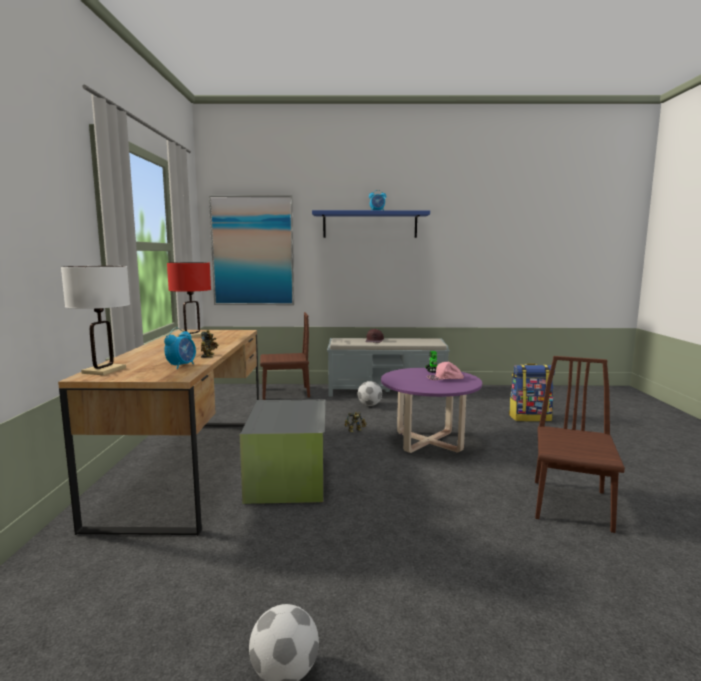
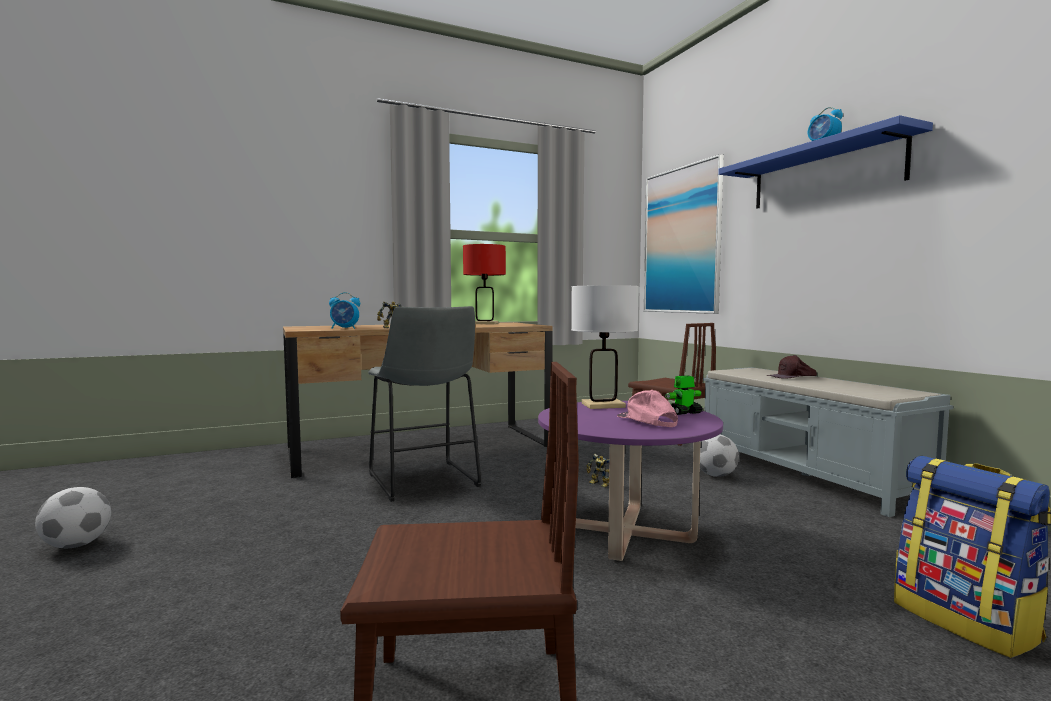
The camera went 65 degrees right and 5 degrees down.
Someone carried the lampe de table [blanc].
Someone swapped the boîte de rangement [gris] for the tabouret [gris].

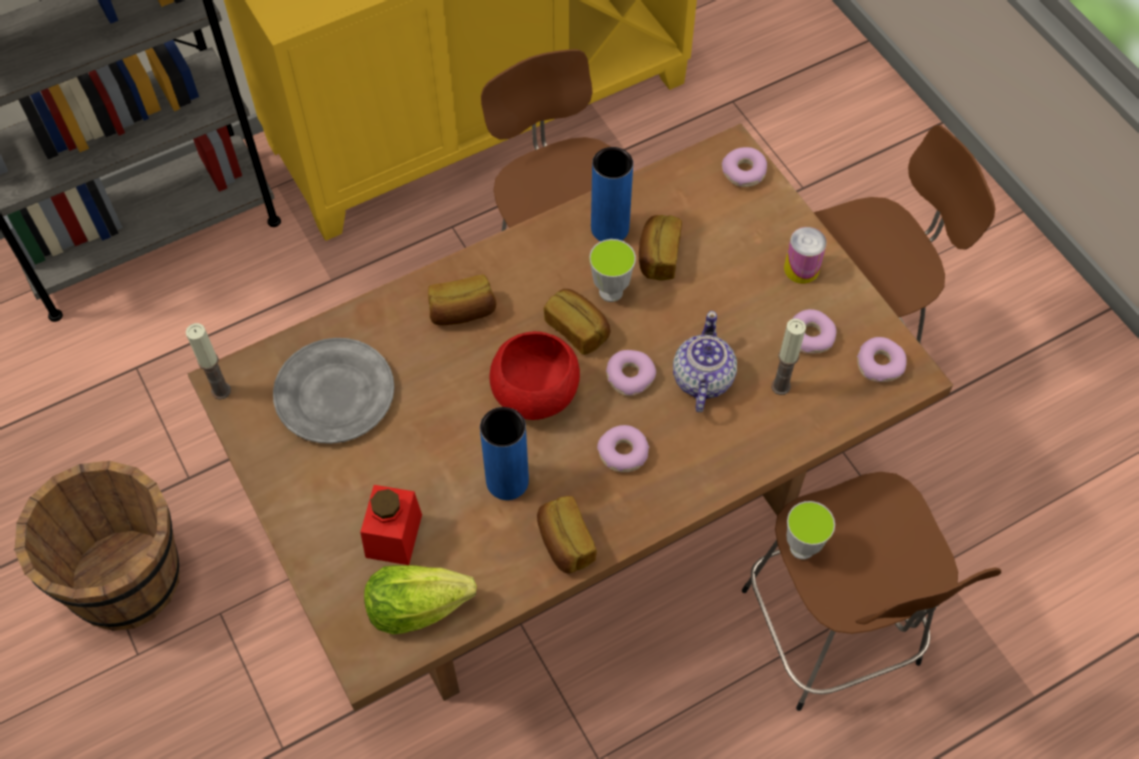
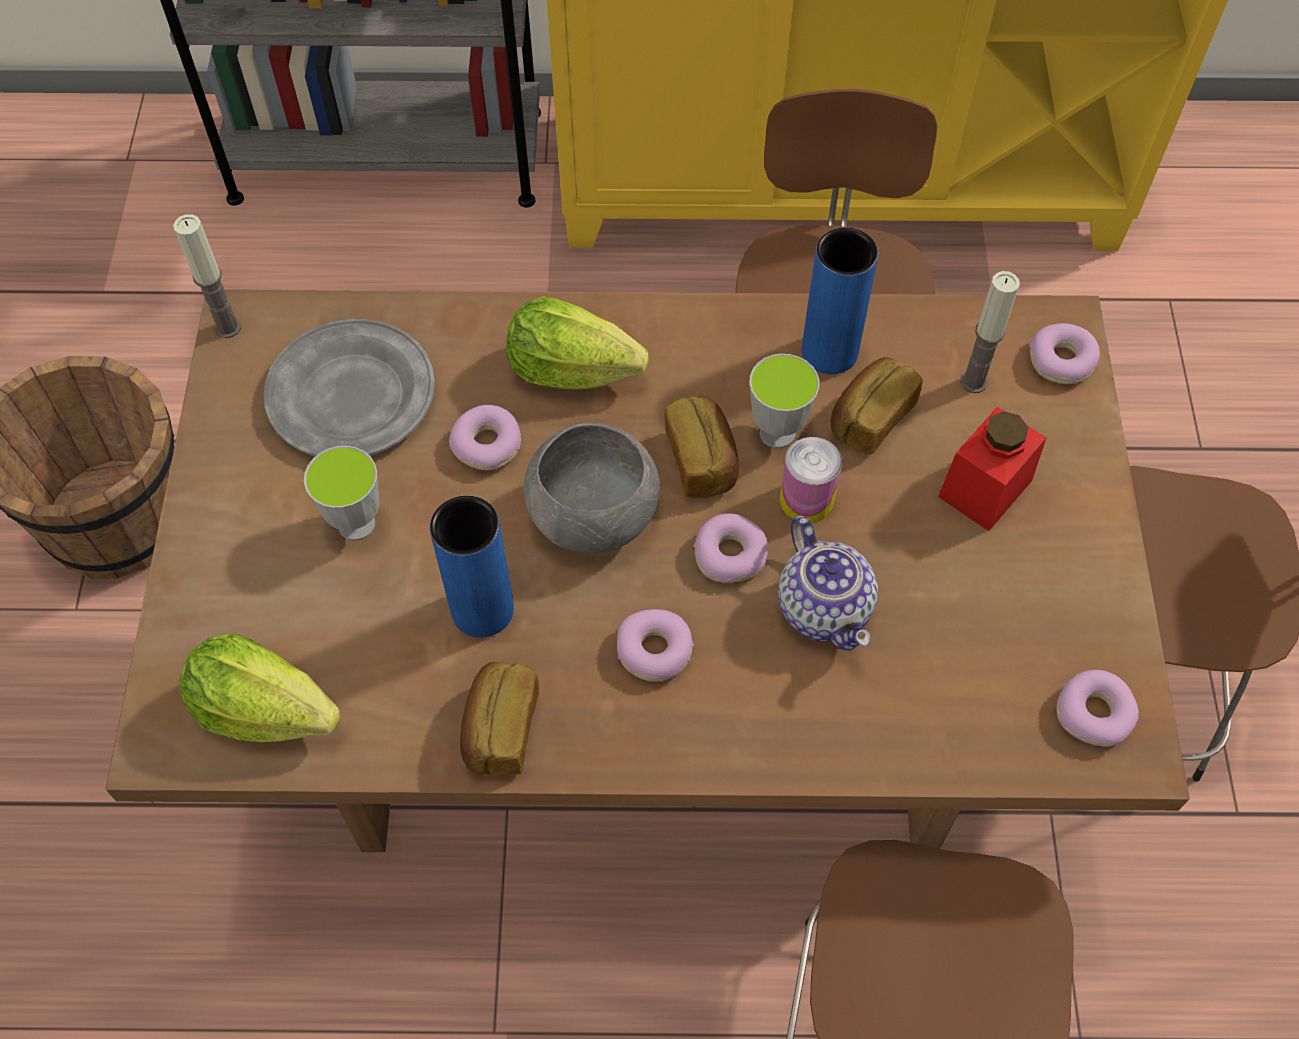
The camera went 30 degrees right and 0 degrees up.
Someone carried the bocal [rouge].
Someone swapped the pain (no. 1 from left) for the laitue (no. 2 from left).
Someone repainted the bol [rouge], which became the bol [gris].
Someone rotated the théière by 120 degrees clockwise.
Someone carried the bougie (no. 2 from left).
Someone carried the boîte métallique.
Someone carried the tasse (no. 2 from left in the first image).
Someone carried the beignet (no. 4 from left in the first image).

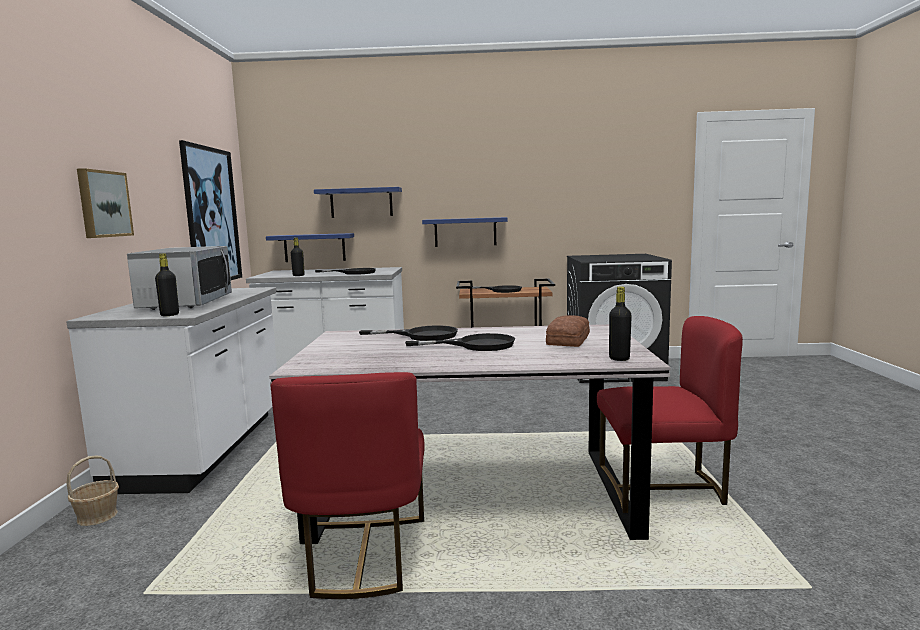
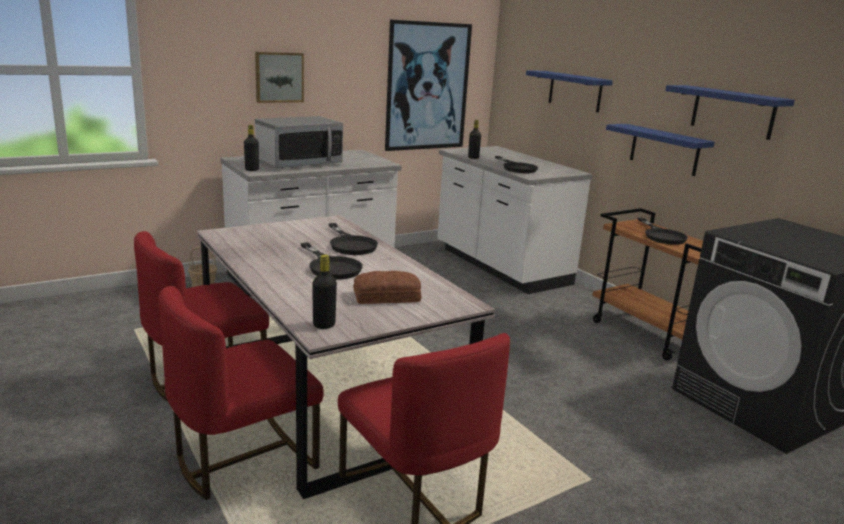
The camera went 55 degrees right and 10 degrees up.
Someone carried the étagère [bleu] (no. 1 from left in the first image).
Someone put down the chaise [rouge] (no. 2 from left).

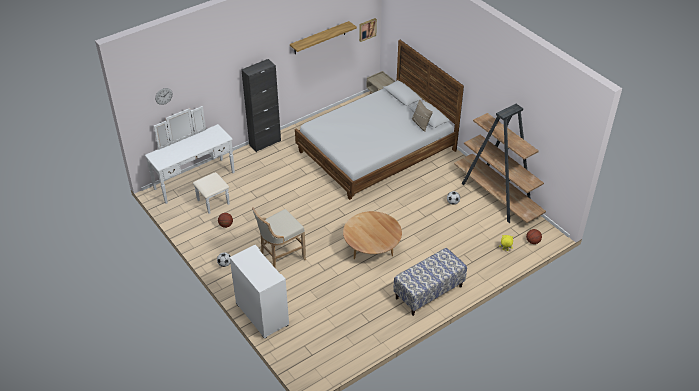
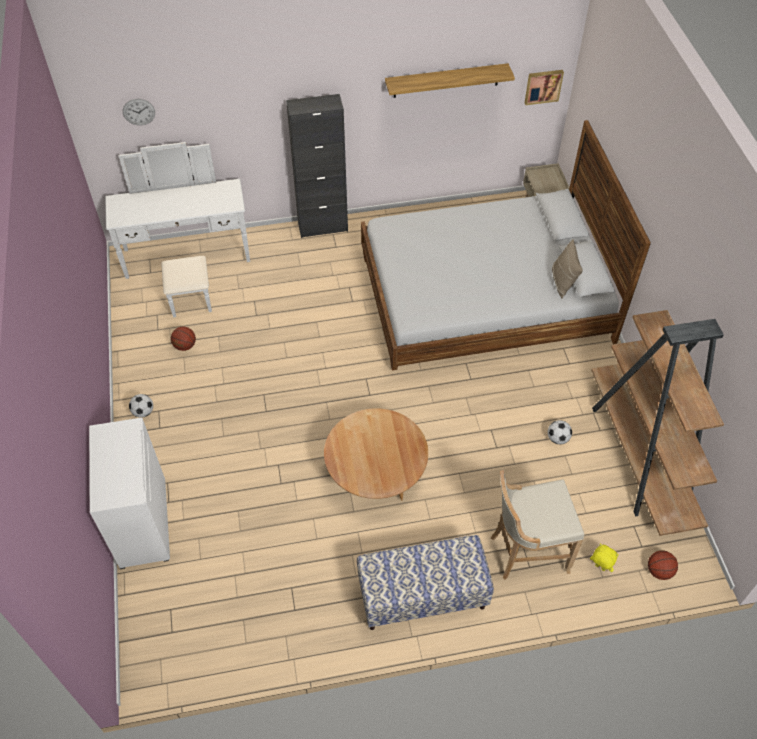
The camera went 25 degrees right and 10 degrees up.
Someone carried the tabouret [beige].

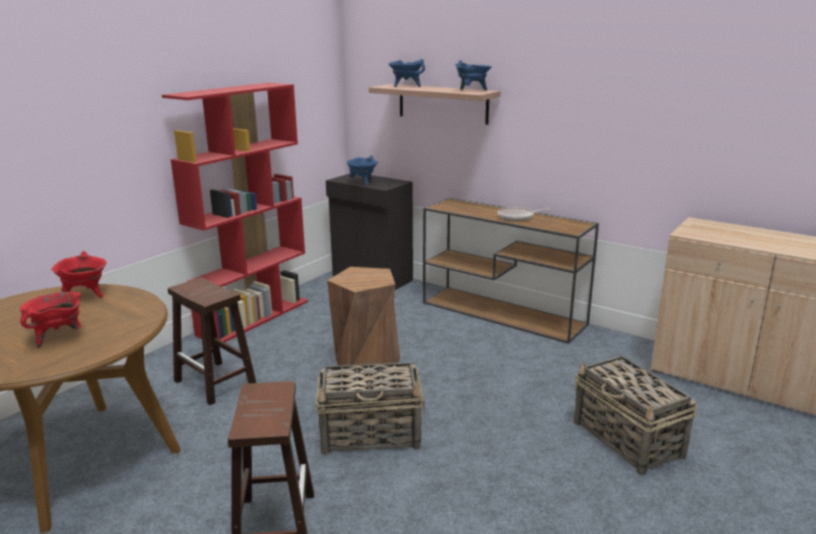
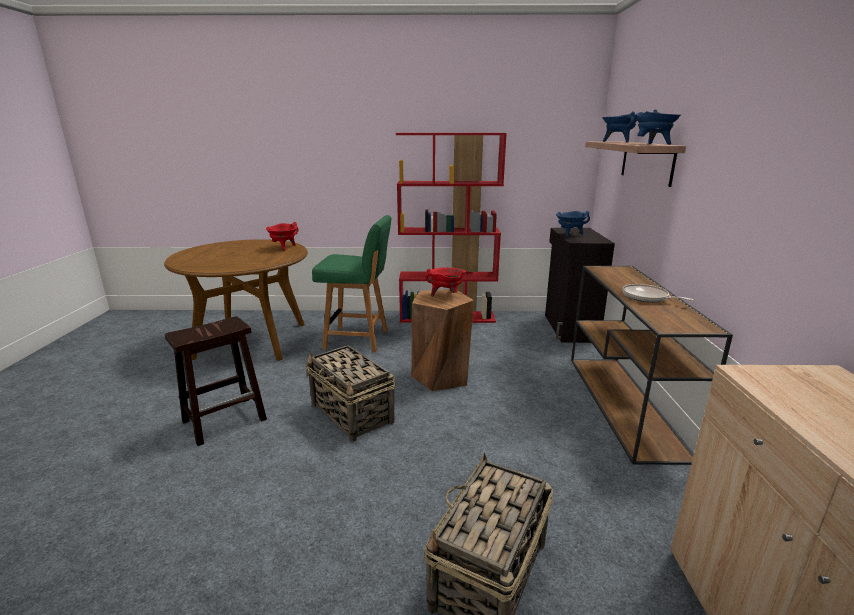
The camera went 55 degrees right and 0 degrees up.
Someone carried the marmite [rouge] (no. 1 from left in the first image).
Someone swapped the tabouret [marron] (no. 1 from left) for the chaise [vert].

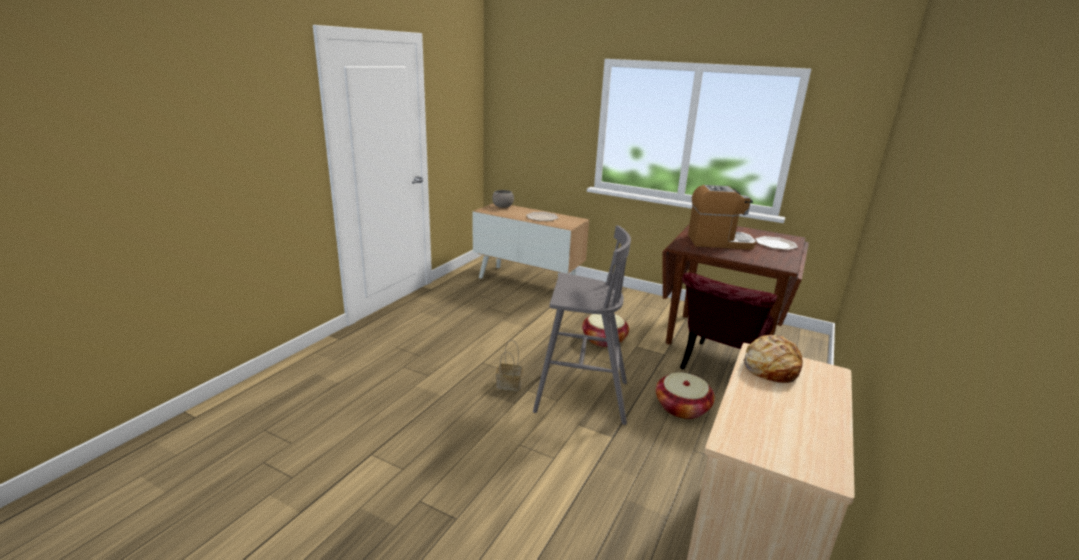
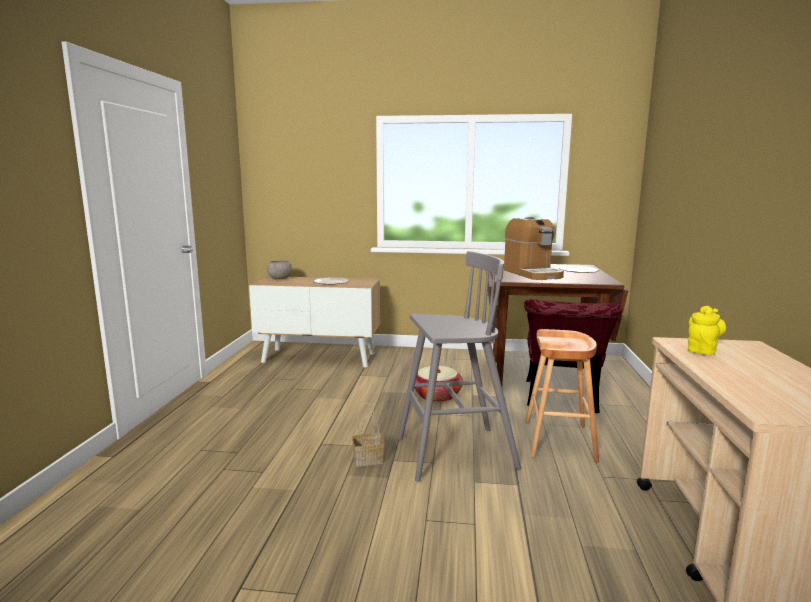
The camera went 20 degrees left and 10 degrees down.
Someone swapped the panier (no. 3 from left) for the tabouret [marron].
Someone rotated the machine à café by 90 degrees clockwise.
Someone swapped the pain for the théière [jaune].

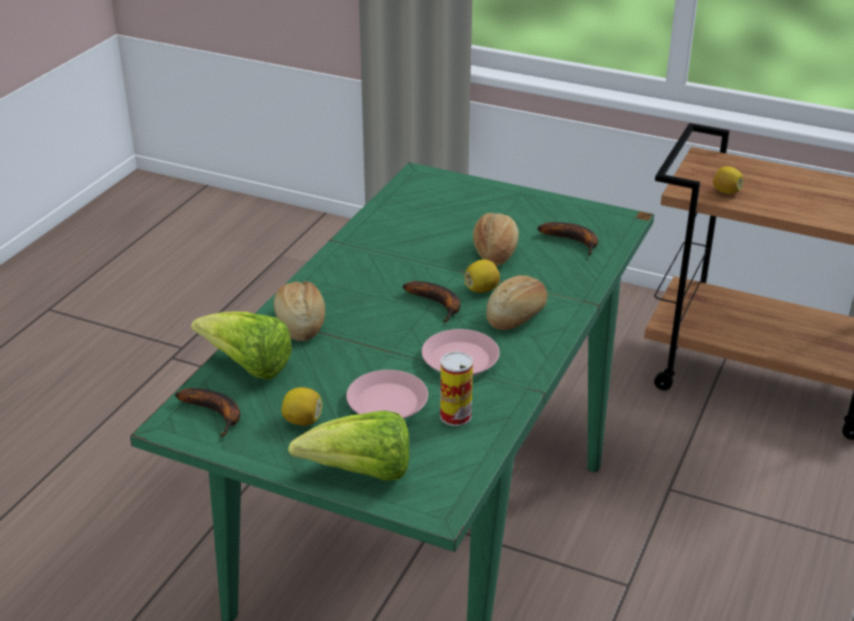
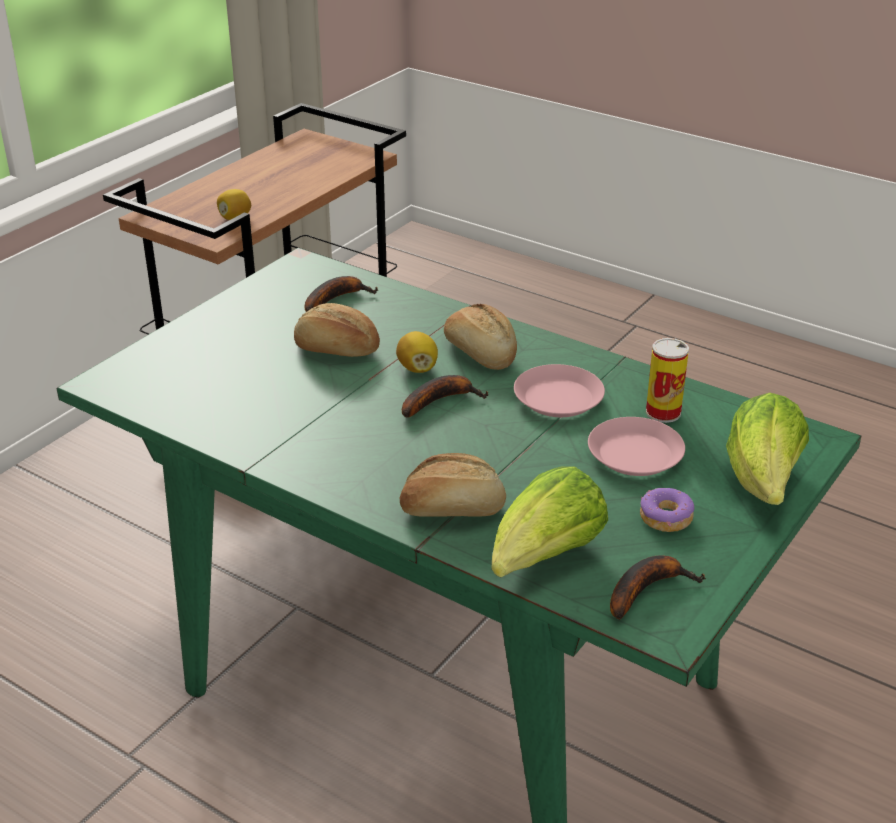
The camera went 80 degrees left and 0 degrees up.
Someone swapped the citron (no. 1 from left) for the beignet.

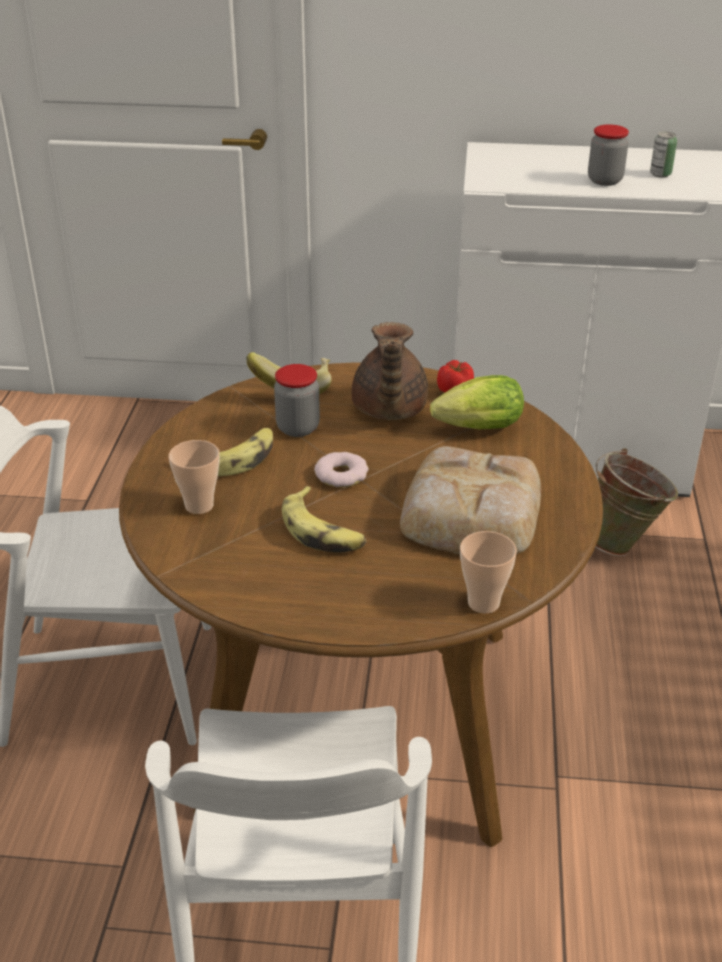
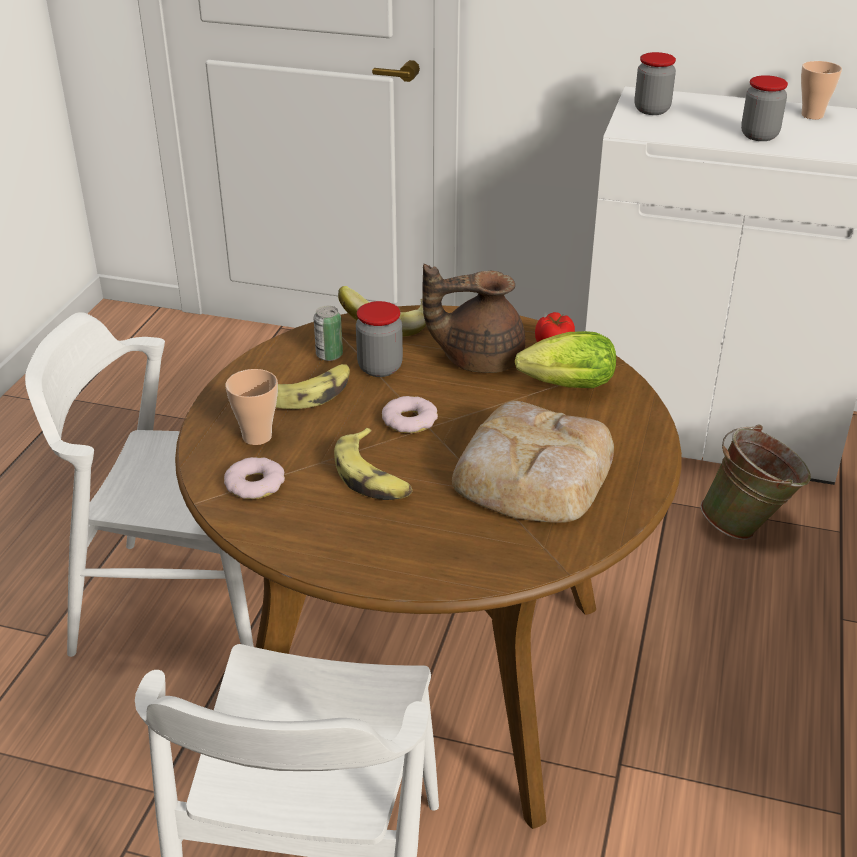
The camera went 10 degrees right and 0 degrees up.
Someone rotated the théière [marron] by 75 degrees clockwise.
Someone carried the tasse (no. 2 from left).
Someone carried the boîte métallique.
Someone put down the beignet (no. 1 from left).
Someone put down the bocal (no. 2 from left).

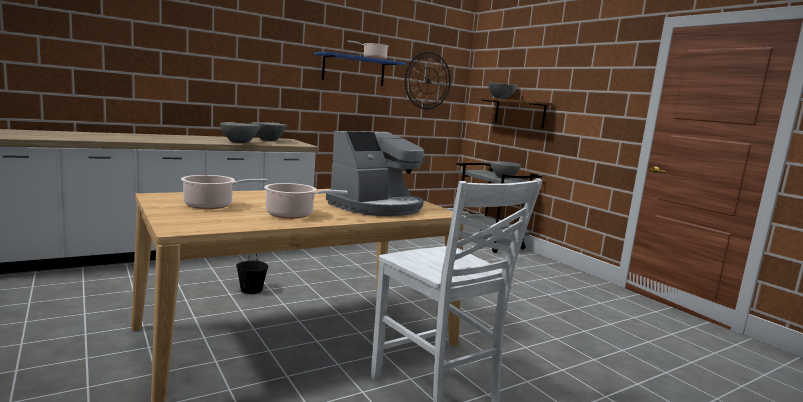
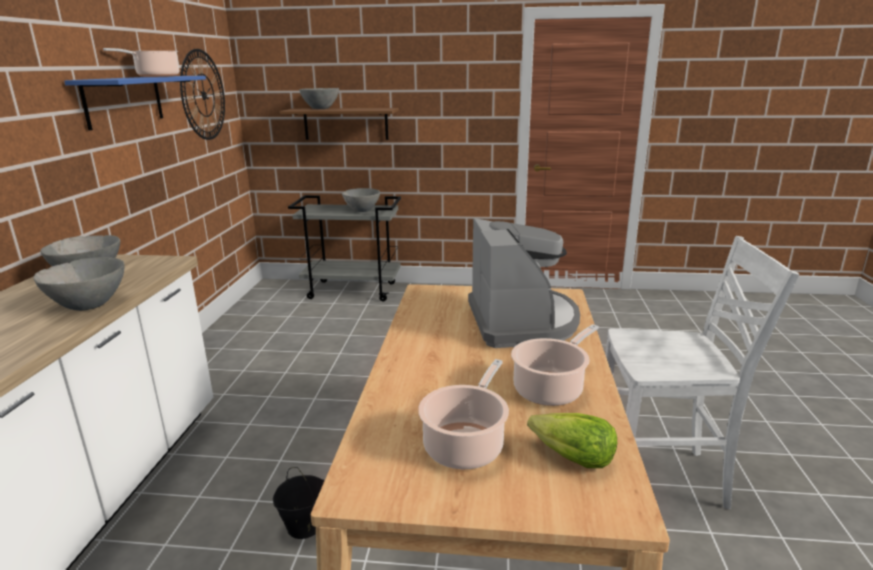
The camera went 50 degrees left and 10 degrees up.
Someone put down the laitue.

